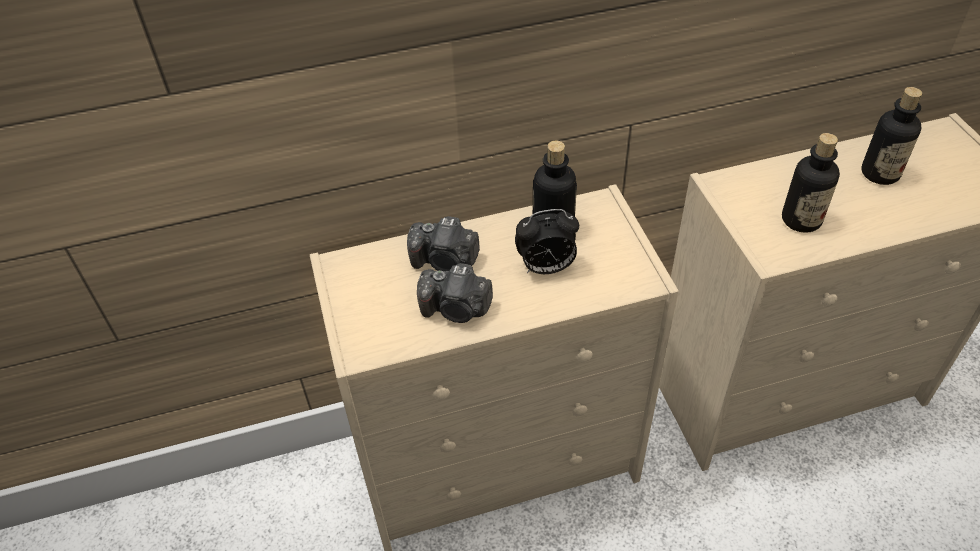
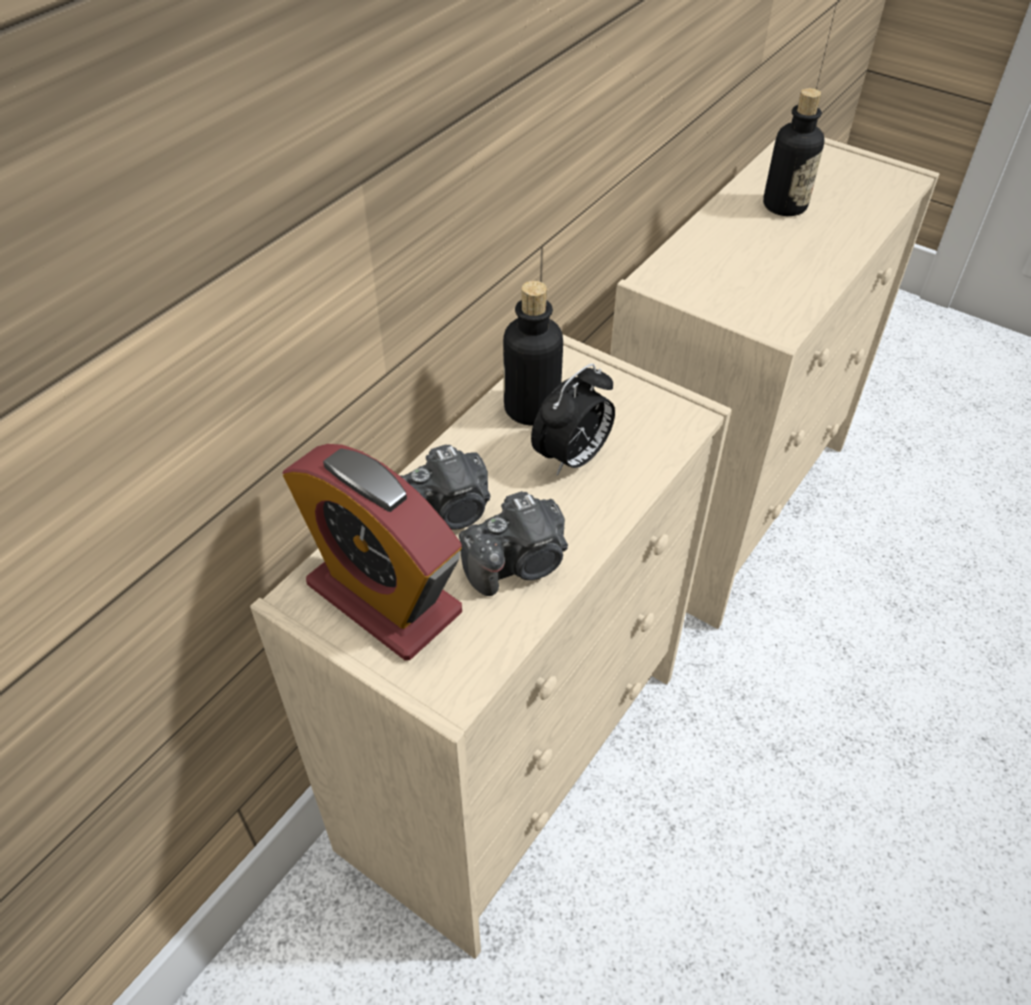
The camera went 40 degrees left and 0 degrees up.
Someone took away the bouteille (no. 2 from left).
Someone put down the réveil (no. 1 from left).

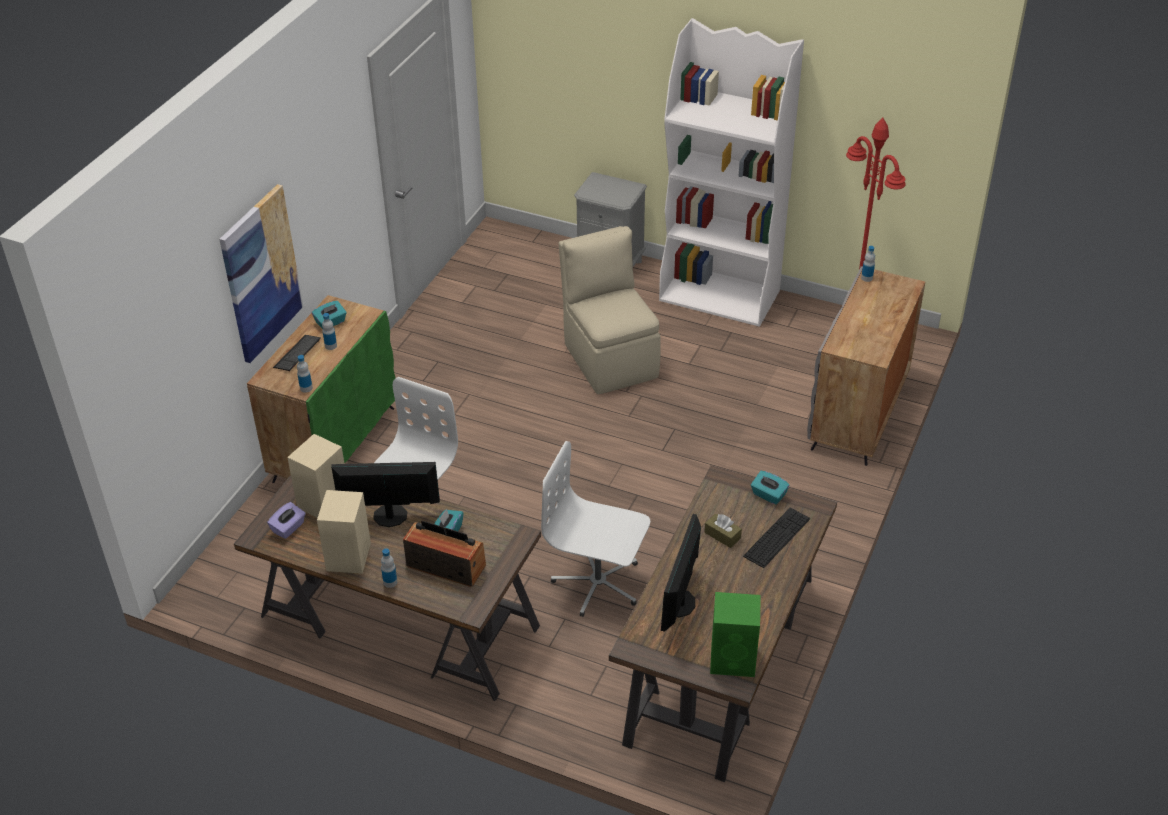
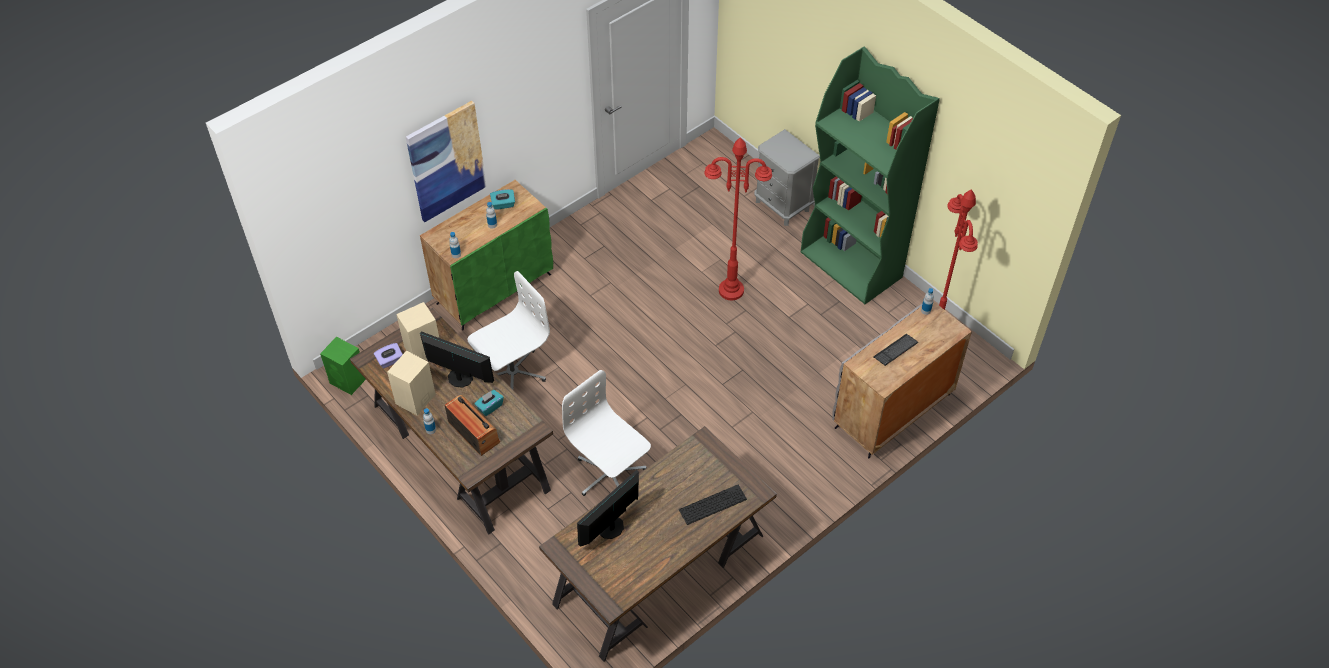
The camera went 25 degrees right and 10 degrees up.
Someone carried the clavier (no. 1 from left in the first image).
Someone swapped the chaise [beige] for the lampadaire [rouge] (no. 1 from left).
Someone repainted the bibliothèque [blanc], which became the bibliothèque [vert].
Someone took away the boîte à mouchoirs [marron].
Someone carried the enceinte [vert].
Someone took away the boîte à mouchoirs [turquoise] (no. 3 from left).

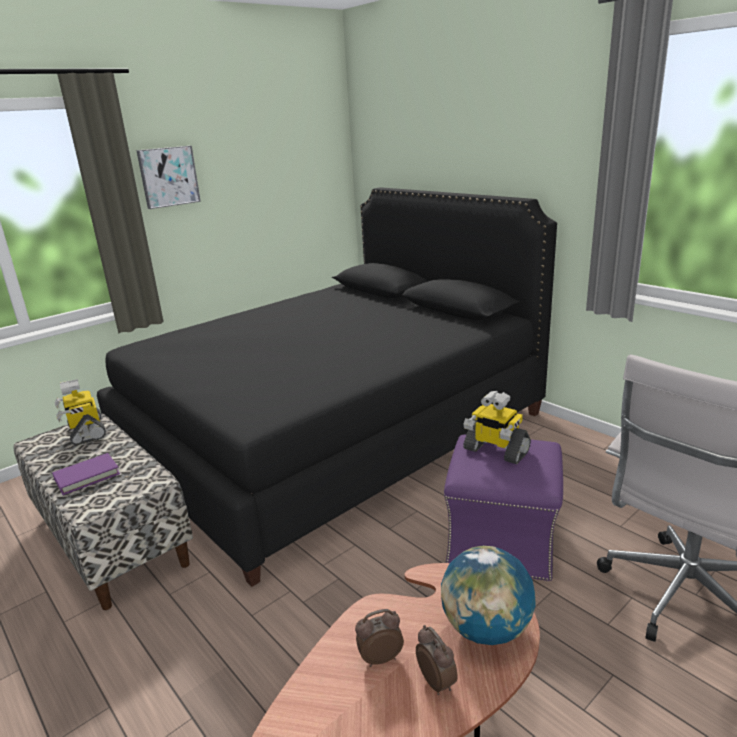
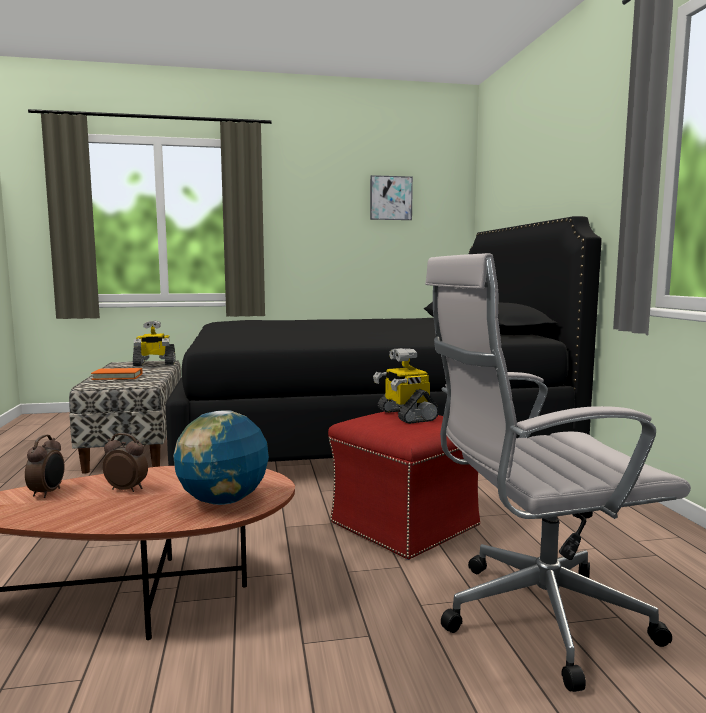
The camera went 30 degrees right and 15 degrees down.
Someone repainted the livre [violet], which became the livre [orange].
Someone rotated the robot jouet (no. 1 from left) by 105 degrees counterclockwise.
Someone carried the tableau.
Someone carried the réveil (no. 2 from left in the first image).
Someone repainted the pouf [violet], which became the pouf [rouge].

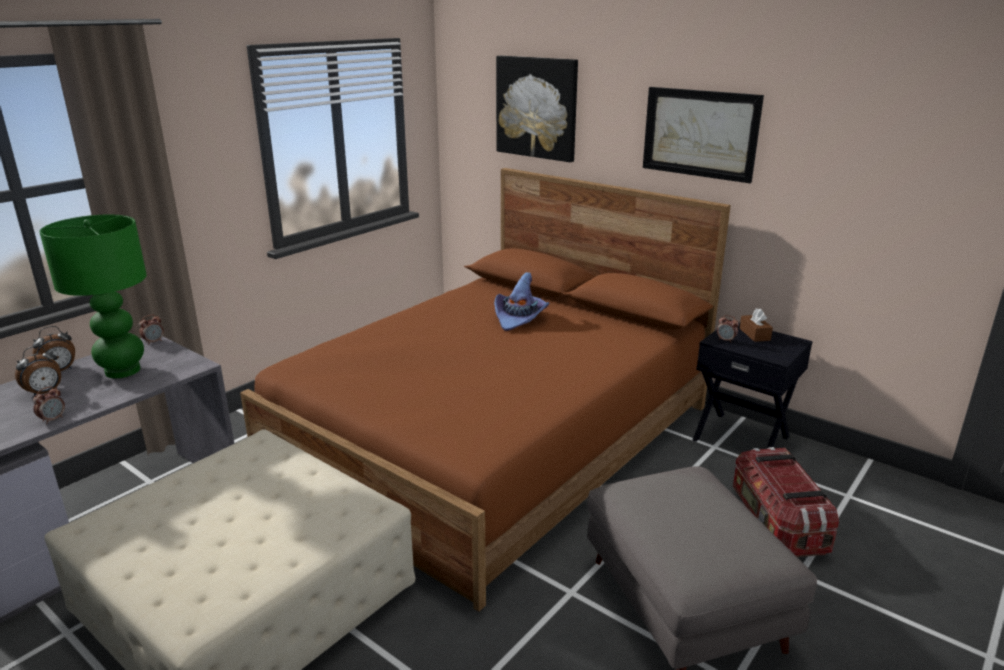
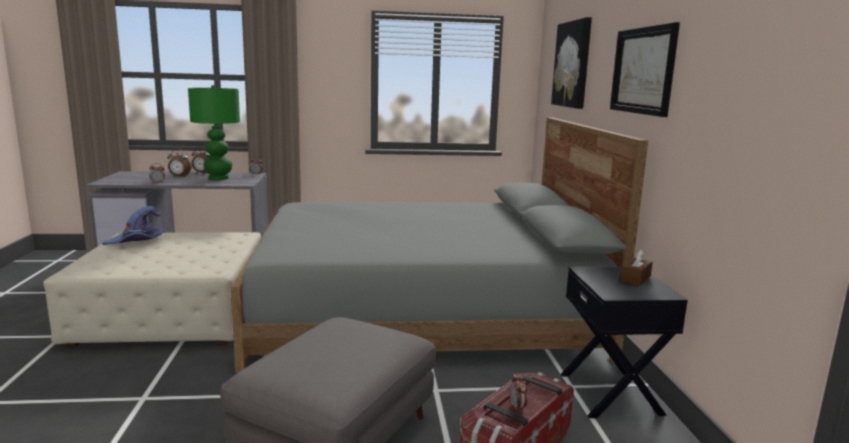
The camera went 45 degrees right and 10 degrees down.
Someone repainted the lit [marron], which became the lit [gris].
Someone carried the chapeau [violet].
Someone carried the réveil (no. 5 from left).

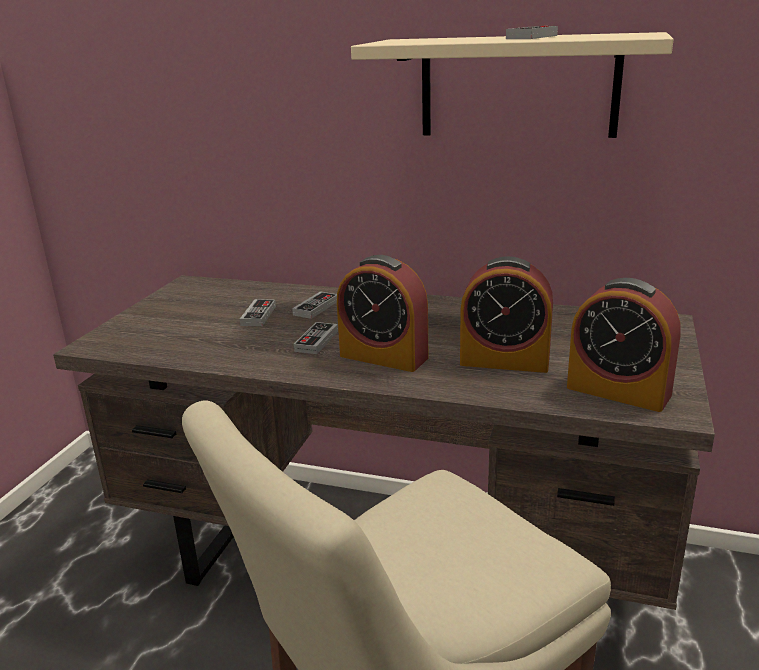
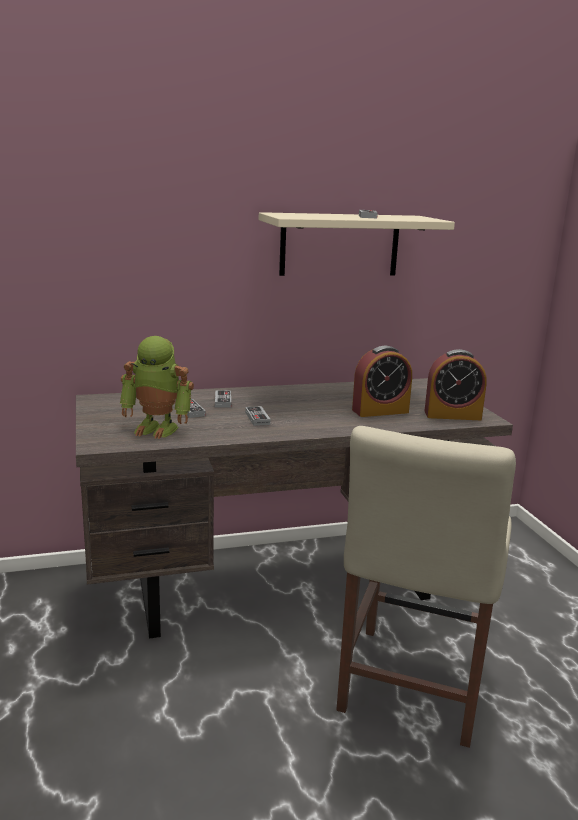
The camera went 35 degrees left and 5 degrees down.
Someone took away the réveil (no. 1 from left).
Someone put down the robot jouet.

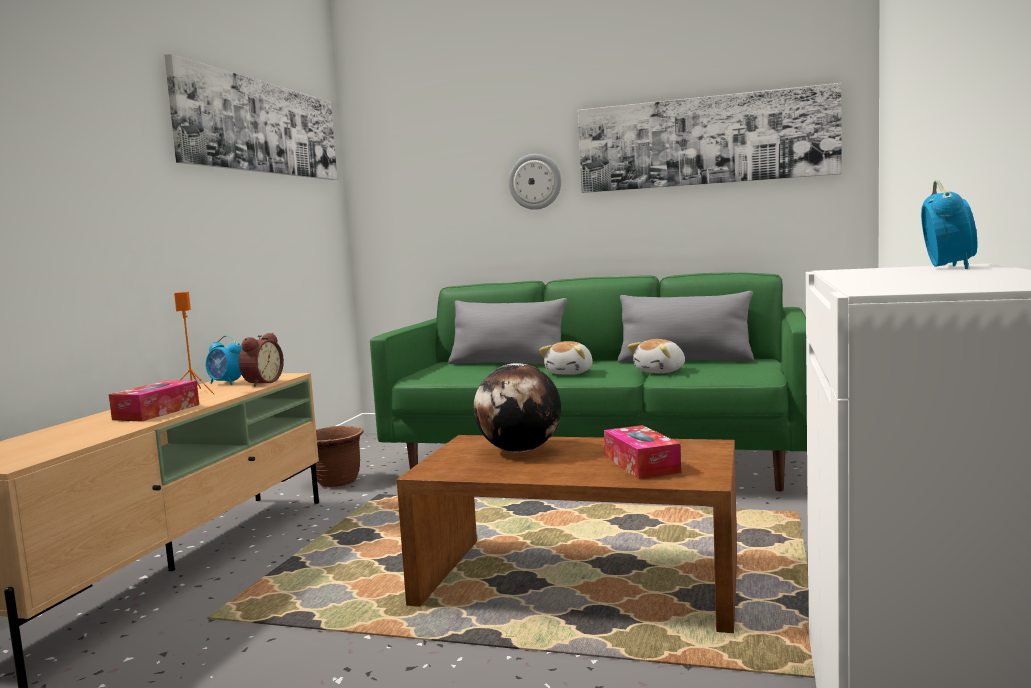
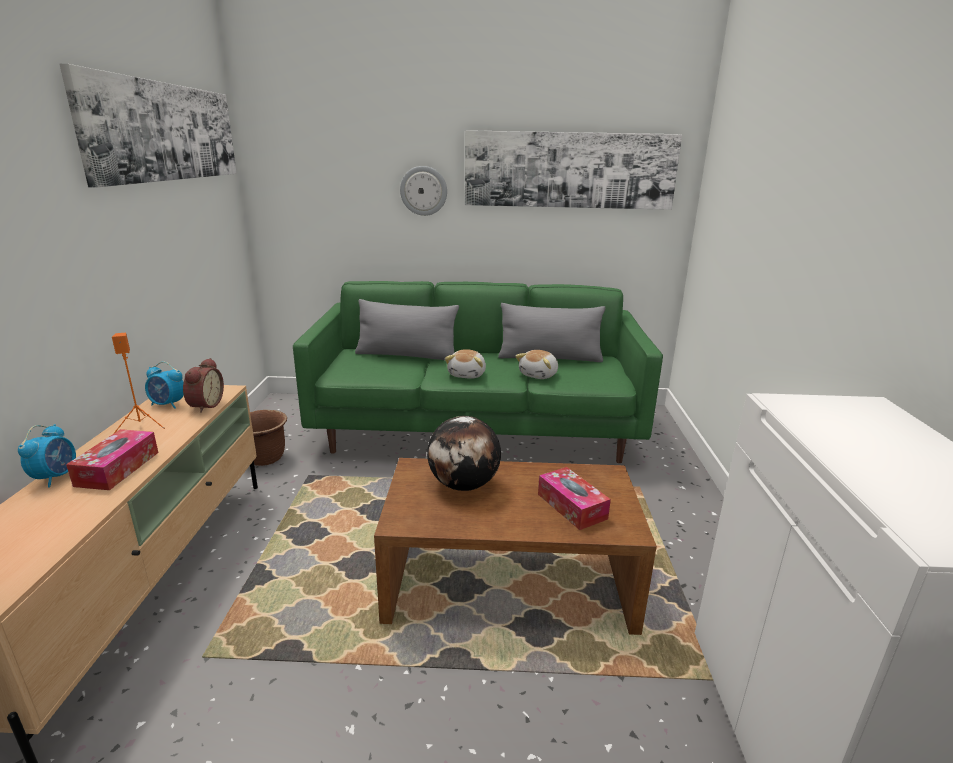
The camera went 15 degrees left and 15 degrees up.
Someone carried the réveil (no. 3 from left in the first image).

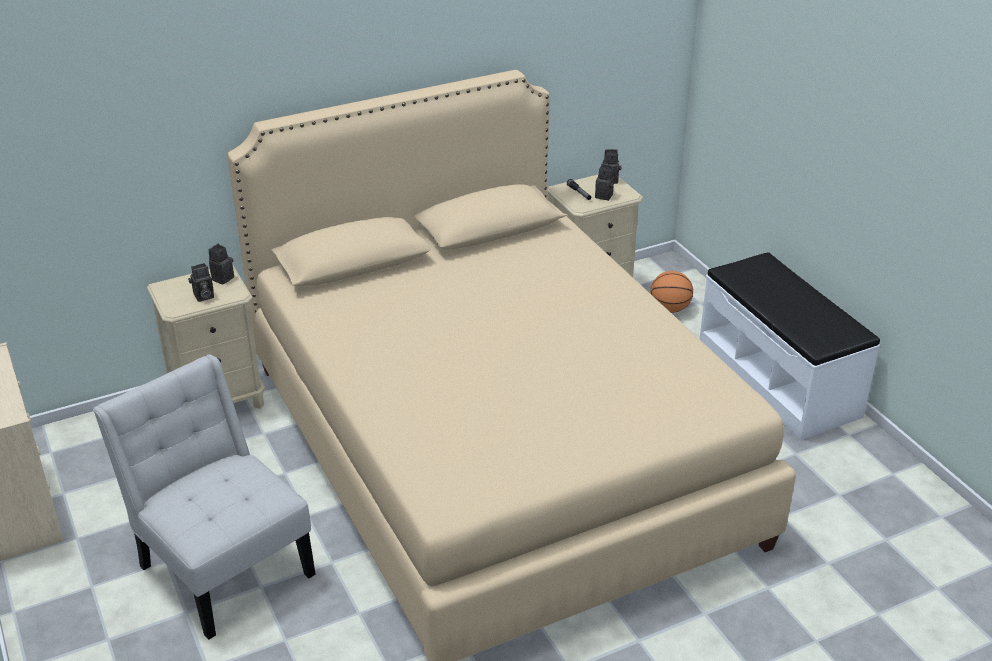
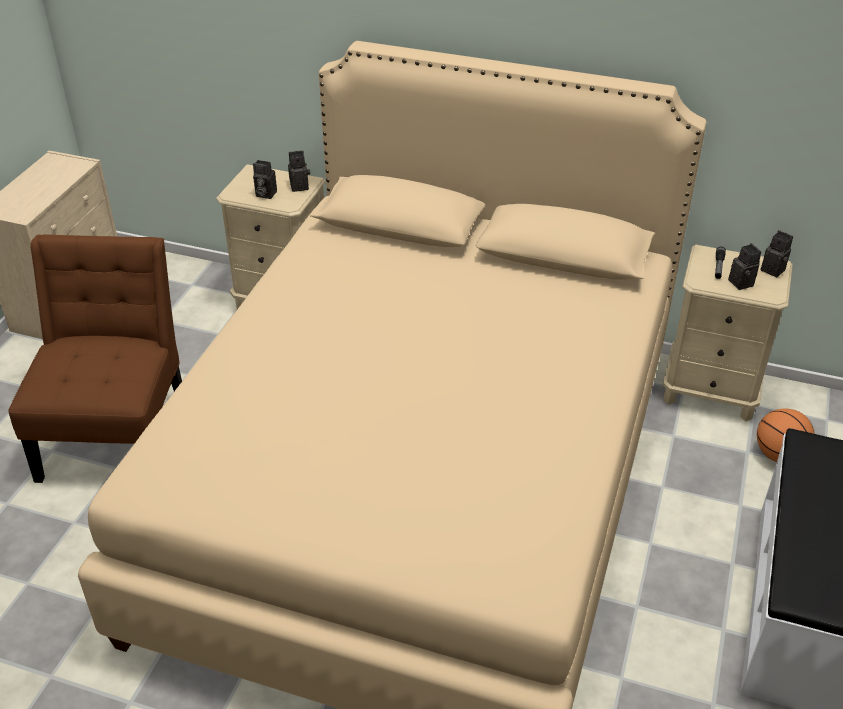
The camera went 45 degrees right and 5 degrees up.
Someone repainted the chaise [blanc], which became the chaise [marron].

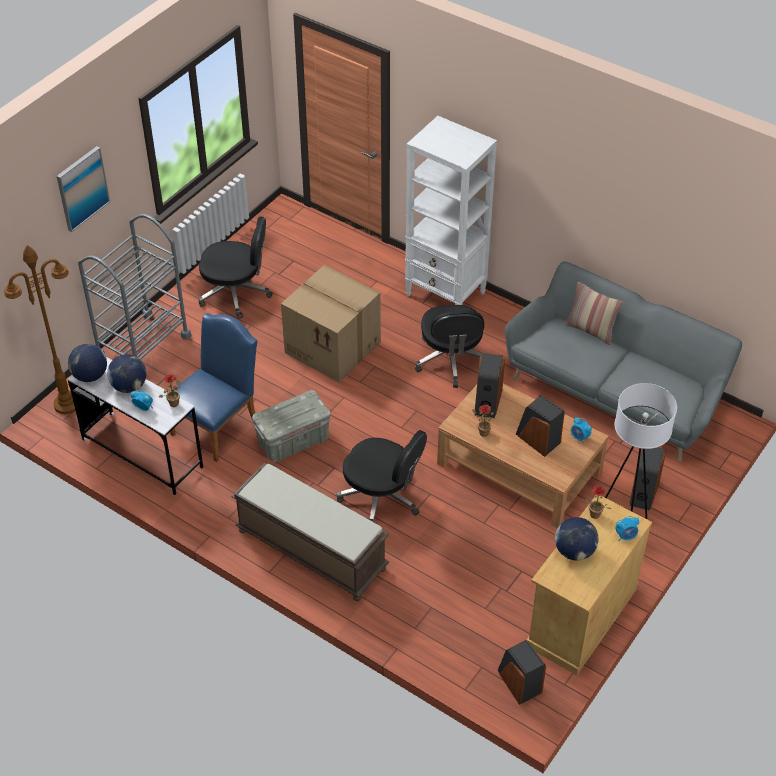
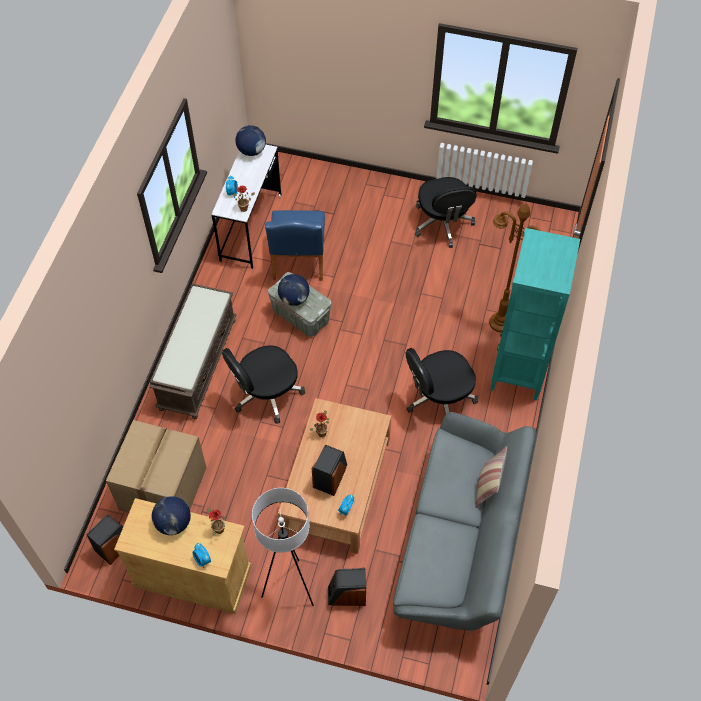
The camera went 70 degrees right and 10 degrees up.
Someone carried the lampadaire [marron].
Someone took away the tableau.
Someone took away the chariot [gris].
Someone carried the globe (no. 2 from left in the first image).
Someone rotated the chaise [bleu] by 75 degrees clockwise.
Someone carried the carton.
Someone rotated the chaise de bureau [noir] (no. 2 from left in the first image) by 45 degrees clockwise.
Someone repainted the bibliothèque [blanc], which became the bibliothèque [turquoise].
Someone took away the enceinte (no. 1 from left).

